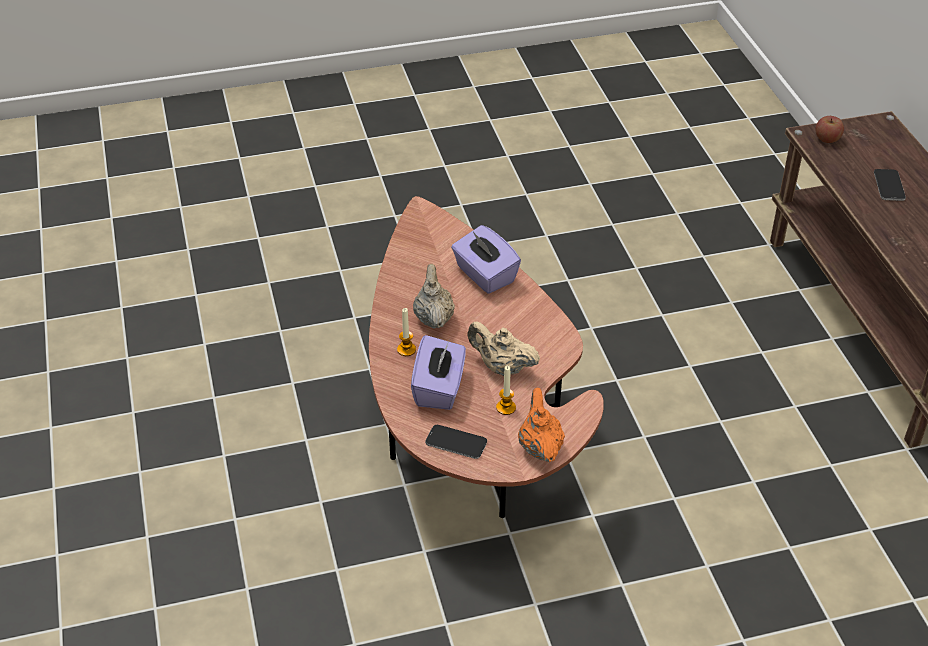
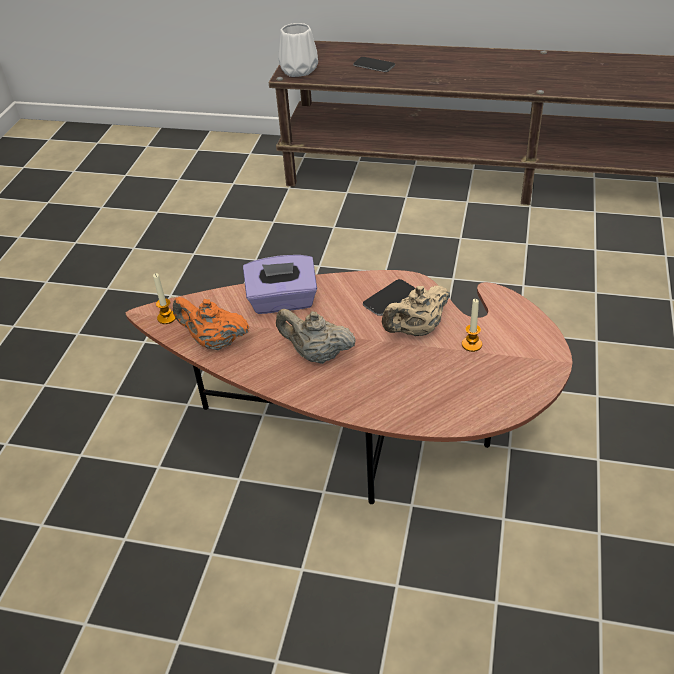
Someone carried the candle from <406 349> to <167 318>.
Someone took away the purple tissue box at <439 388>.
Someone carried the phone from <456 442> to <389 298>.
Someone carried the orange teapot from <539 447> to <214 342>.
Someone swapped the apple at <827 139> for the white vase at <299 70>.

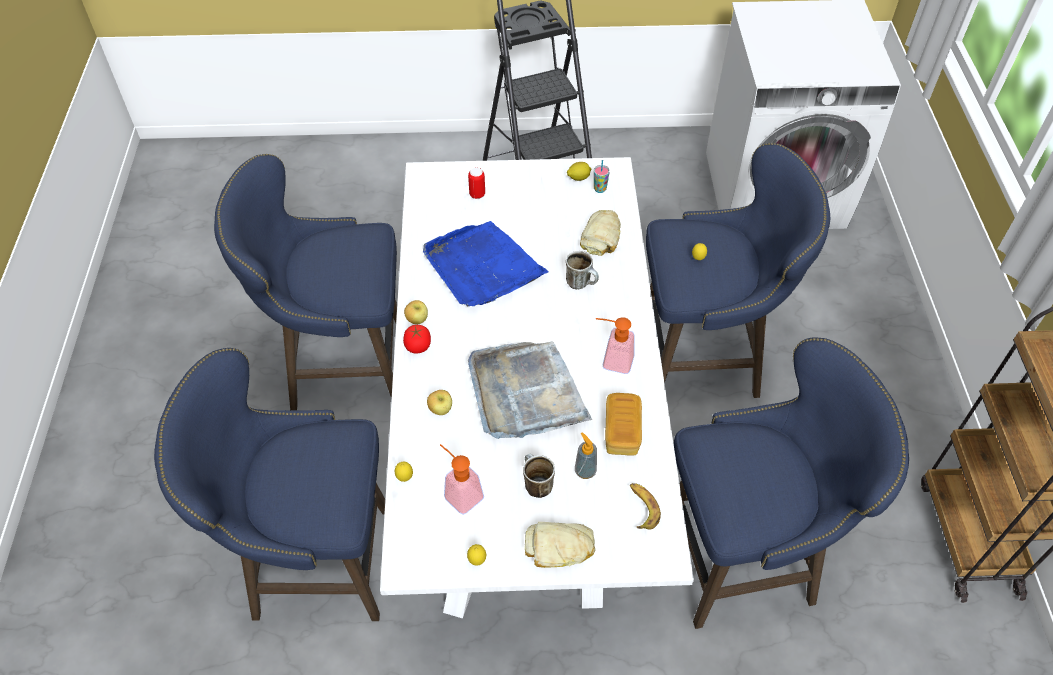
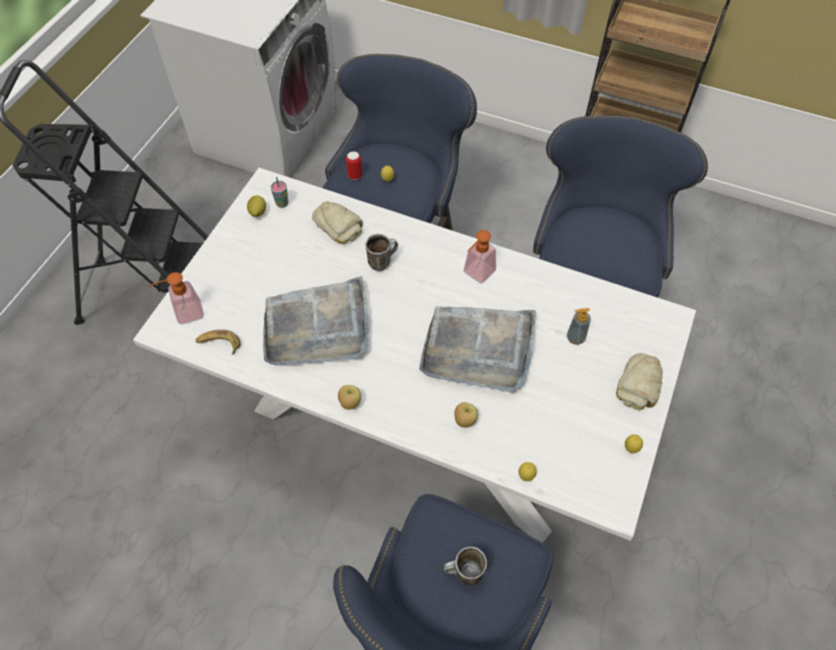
Someone took away the blue stool at <341 365>.
Someone took away the tomato at <418 346>.
Someone repainted the blue tray at <482 267>, which became the grey tray at <317 326>.
Someone carried the soap dispenser from <459 493> to <184 314>.
Someone carried the can from <477 194> to <355 175>.
Someone carried the mug from <535 484> to <464 574>.
Someone took away the bread at <622 432>.
Someone carried the banana from <642 508> to <219 344>.

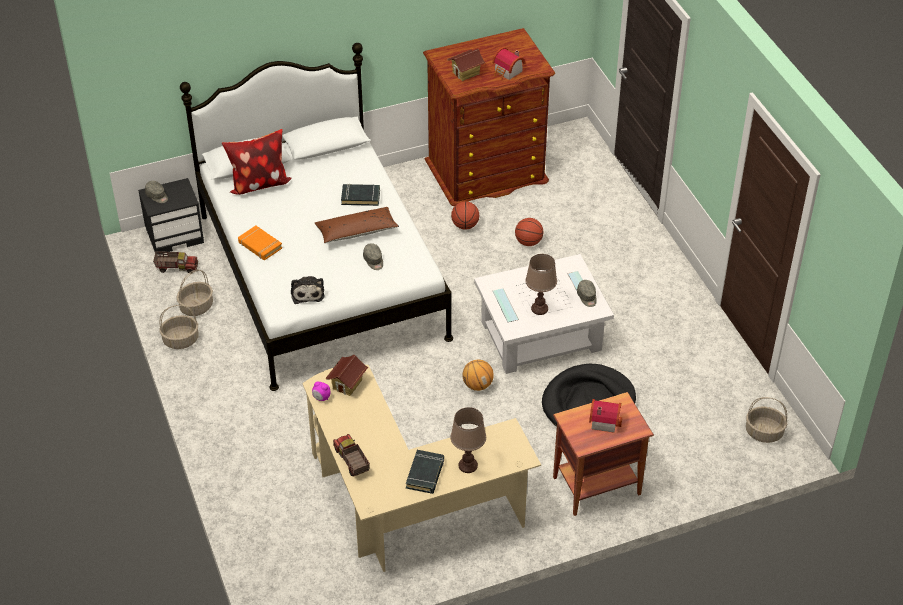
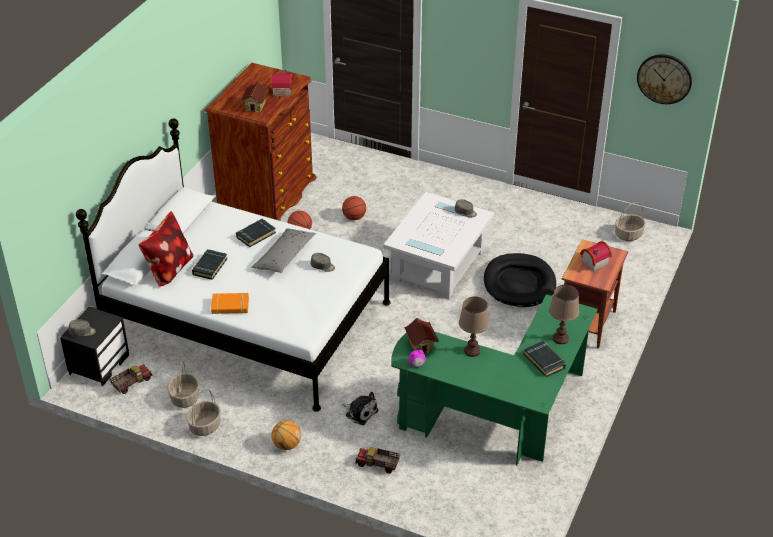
Someone carried the plush toy from <307 292> to <360 412>.
Someone repainted the beige desk at <404 507>, which became the green desk at <500 416>.
Someone repainted the brown pillow at <356 231>, which became the grey pillow at <284 256>.
Someone carried the toy truck from <351 461> to <378 465>.
Someone carried the basketball from <477 385> to <286 445>.
Someone carried the brown table lamp from <539 308> to <472 351>.
Someone put down the black book at <209 266>.
Someone put up the wall clock at <664 78>.

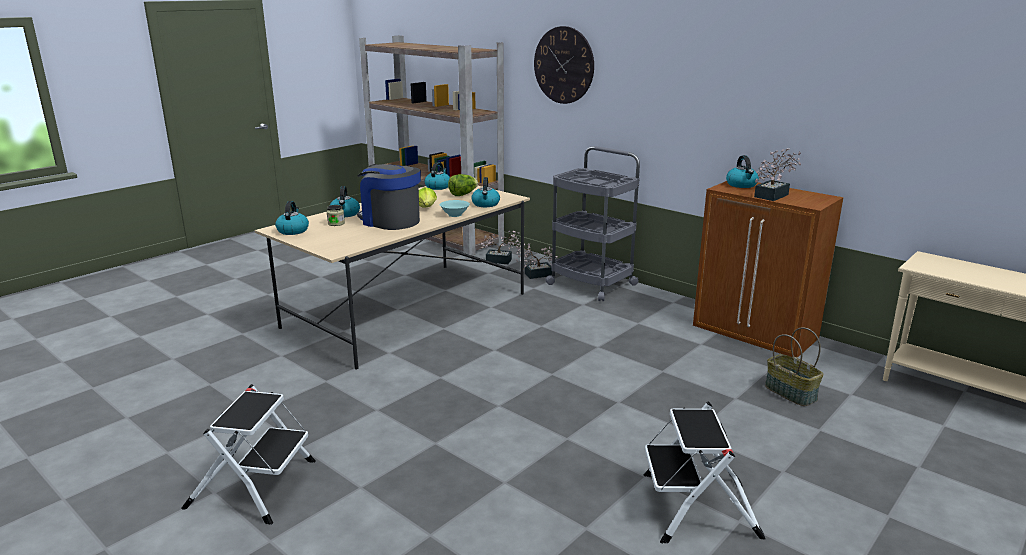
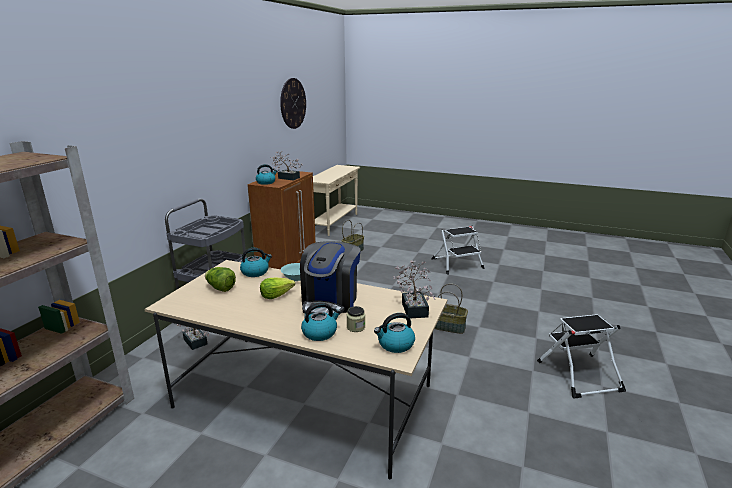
Someone took away the kettle at <438 187>.
Someone carried the potted plant from <501 261> to <414 307>.
Someone carried the wall clock from <563 65> to <293 103>.
Someone put down the basket at <448 327>.

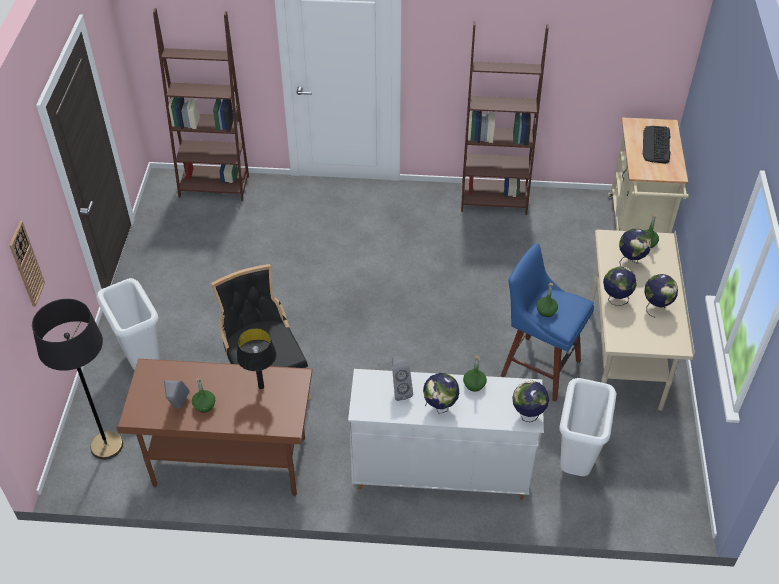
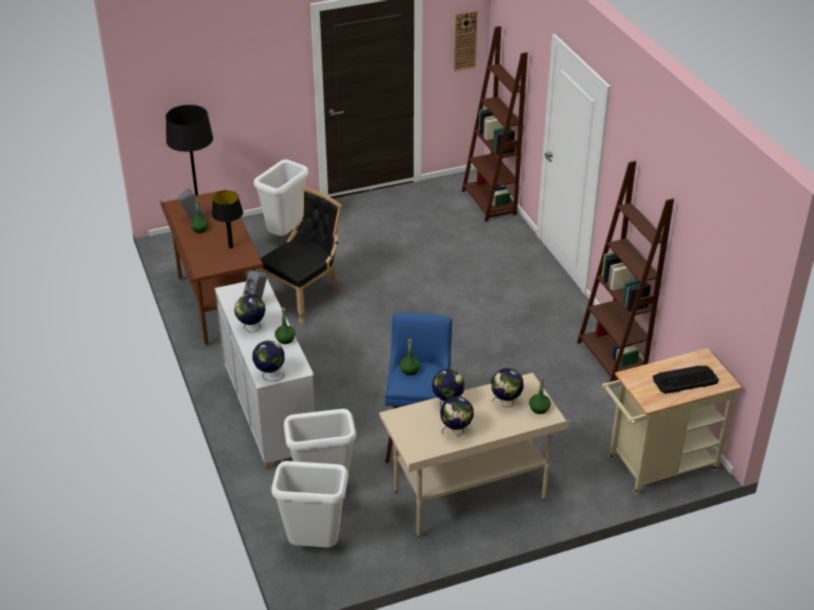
Someone carried the wall clock from <26 264> to <465 40>.
Someone put down the white trash can at <313 546>.

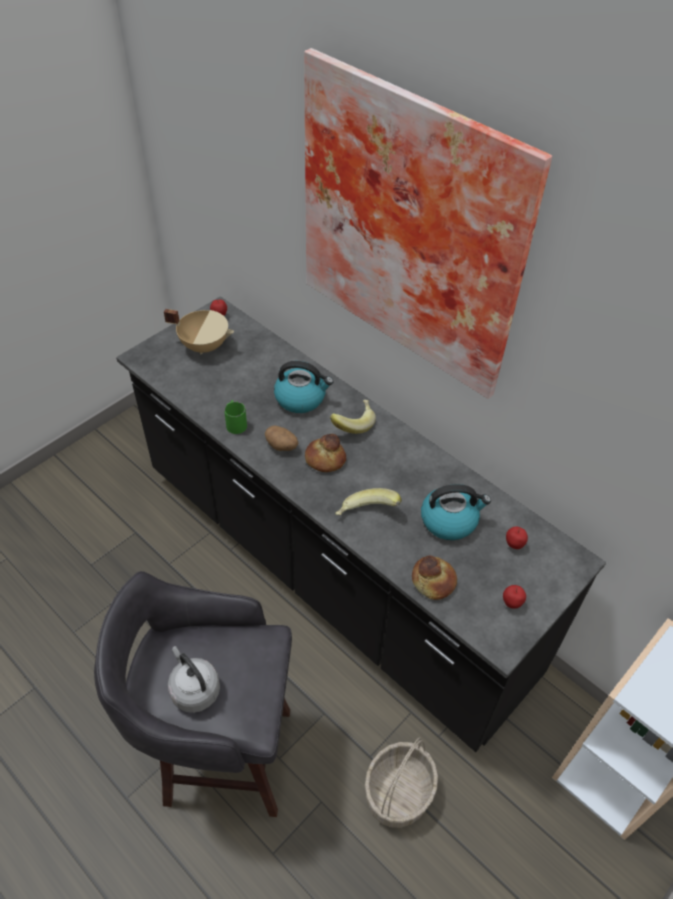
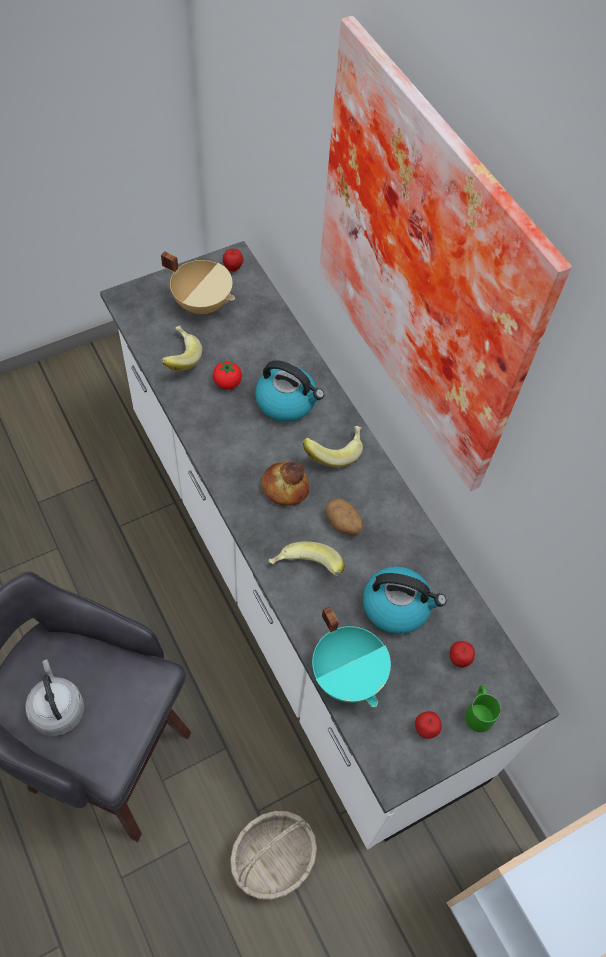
Someone repainted the black counter at <332 570>, which became the white counter at <292 588>.
Someone carried the green mug from <235 422> to <478 711>.
Someone carried the potato from <282 446> to <343 524>.
Someone swapped the bread at <433 581> for the turquoise cooking pot at <348 674>.
Someone put down the banana at <178 358>.
Someone put down the tomato at <227 383>.

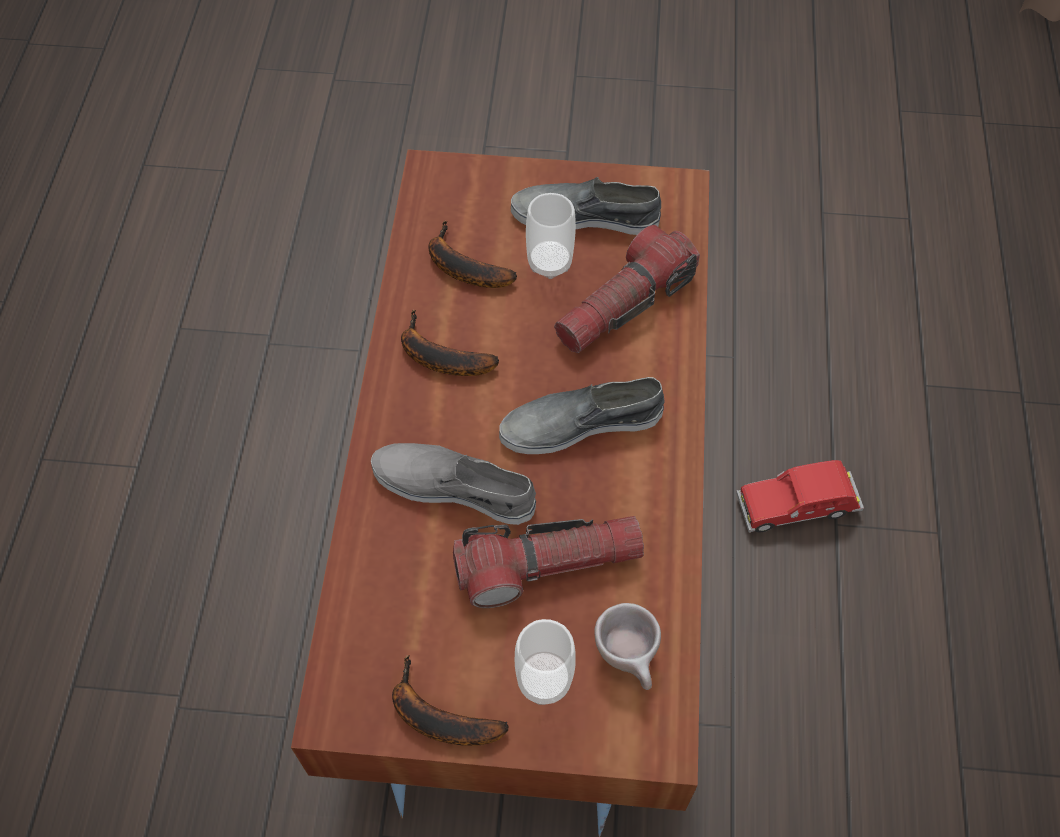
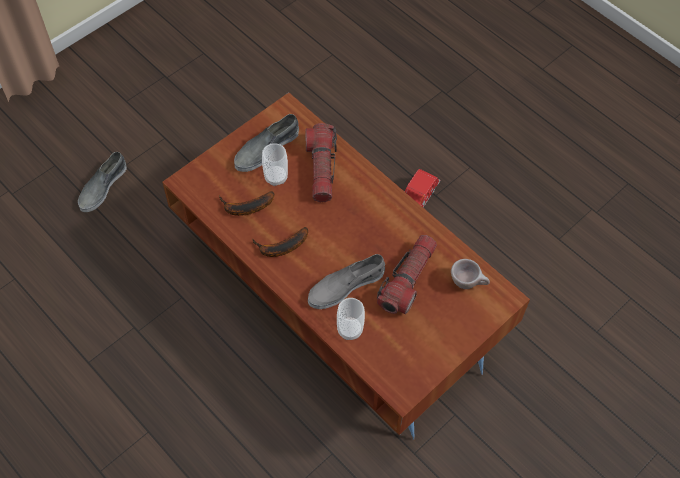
Someone took away the banana at <437 716>.
Someone carried the grey shoe from <580 423> to <102 187>.
Someone carried the cup from <544 680> to <350 330>.

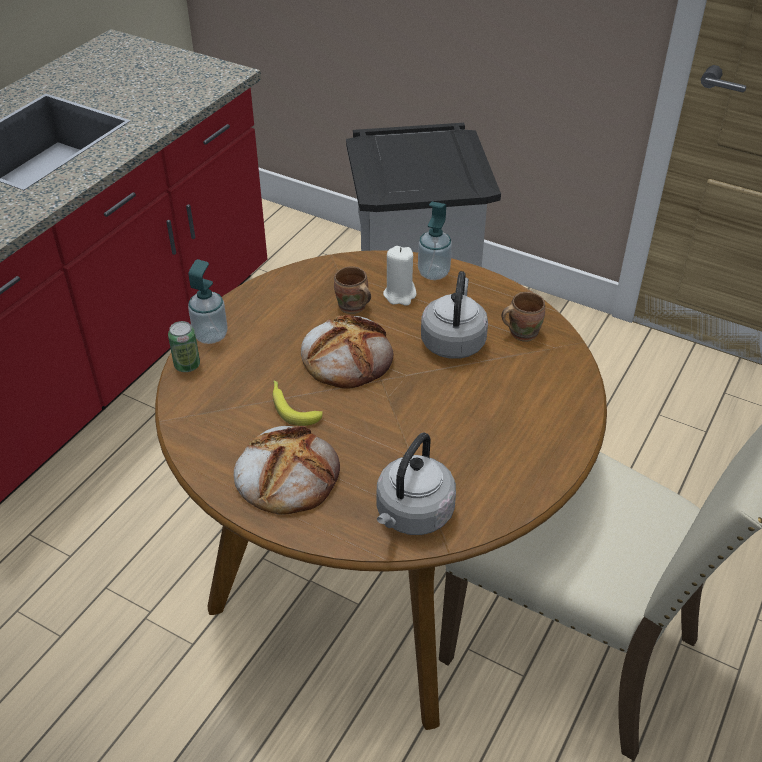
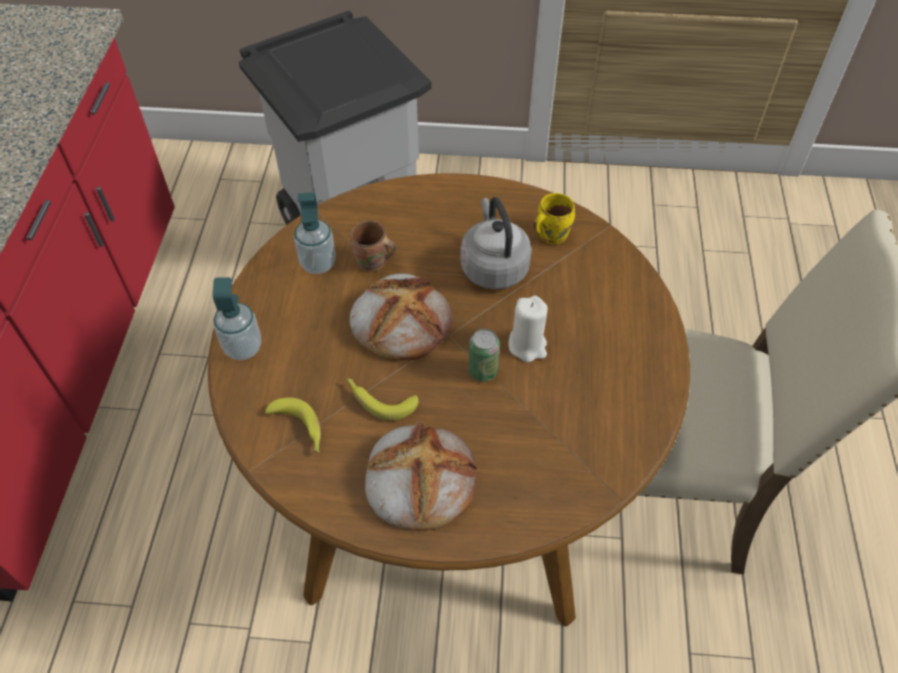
Someone carried the can from <187 365> to <483 371>.
Someone took away the grey kettle at <412 515>.
Someone carried the white candle from <400 295> to <527 345>.
Someone carried the soap dispenser from <433 273> to <318 263>.
Someone repainted the brown mug at <521 332>, which became the yellow mug at <550 234>.
Someone put down the banana at <300 430>.

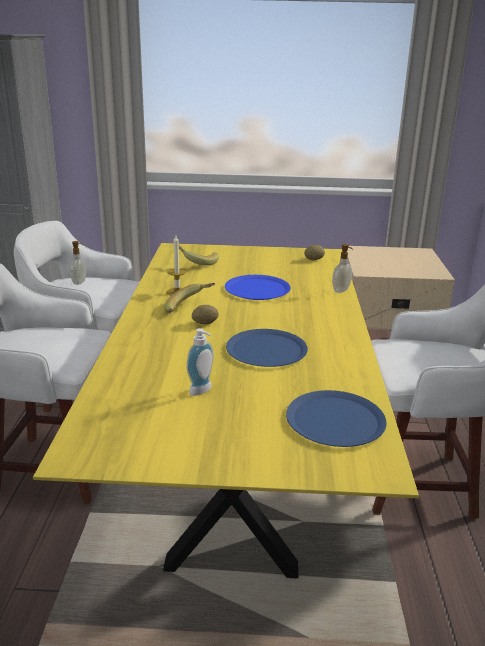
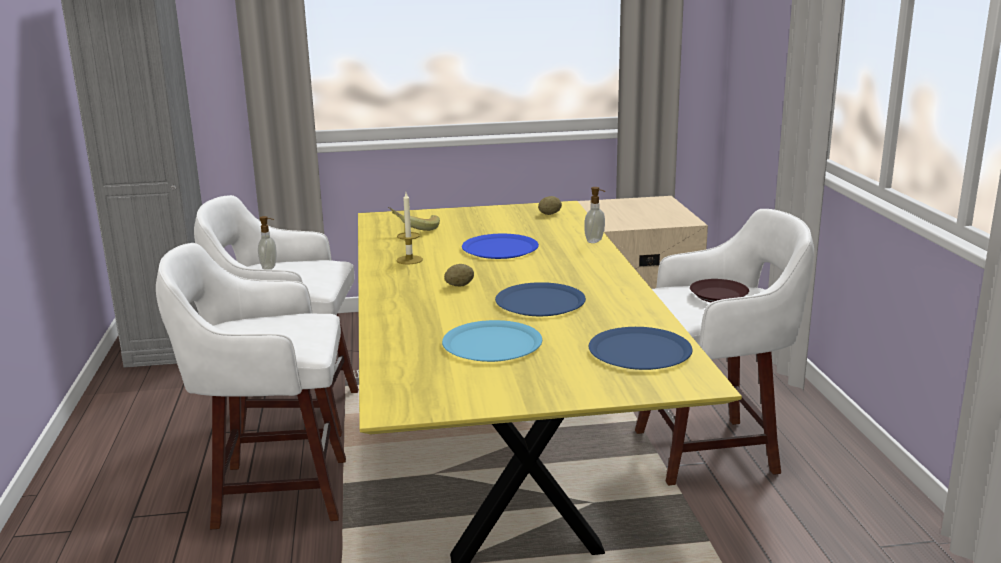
Someone took away the banana at <190 308>.
Someone swapped the soap dispenser at <202 391> for the blue plate at <492 343>.
Someone put down the brown plate at <719 296>.

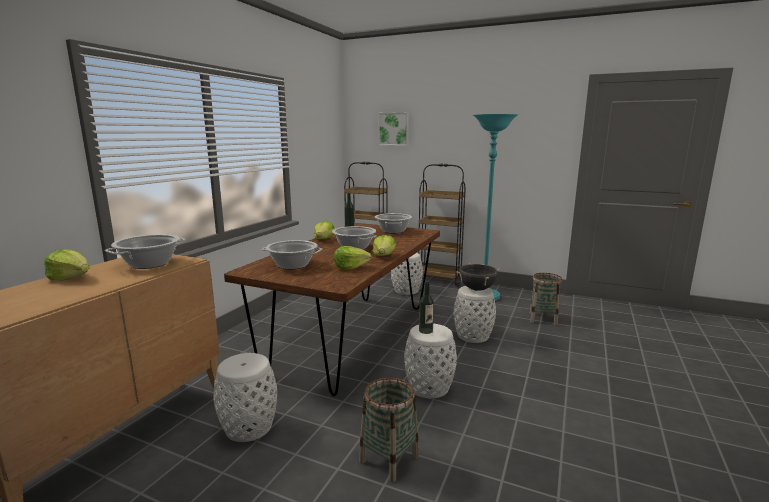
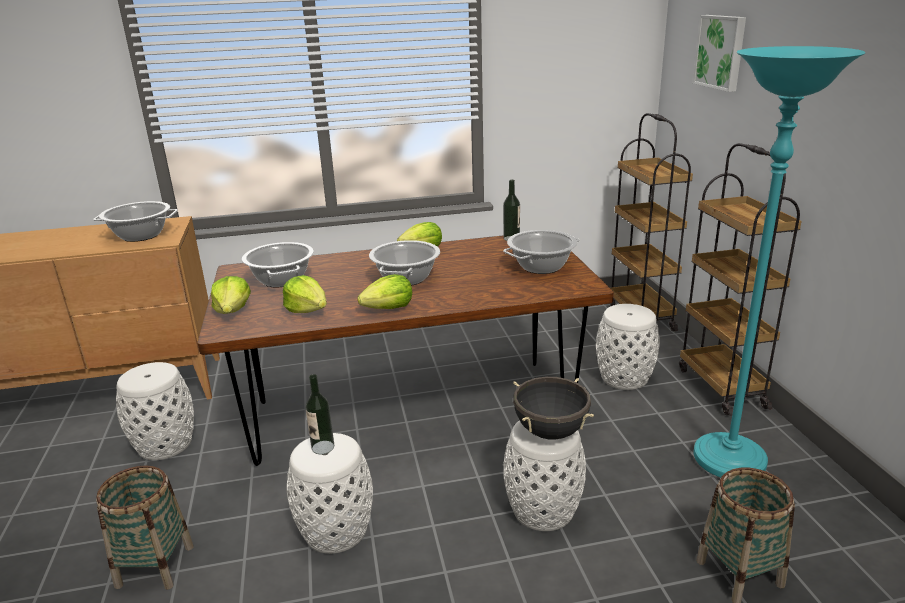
Someone carried the lettuce from <71 278> to <233 310>.

